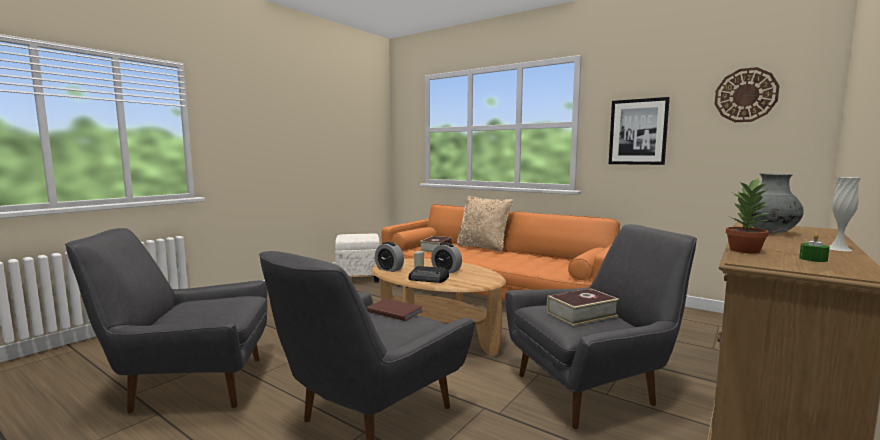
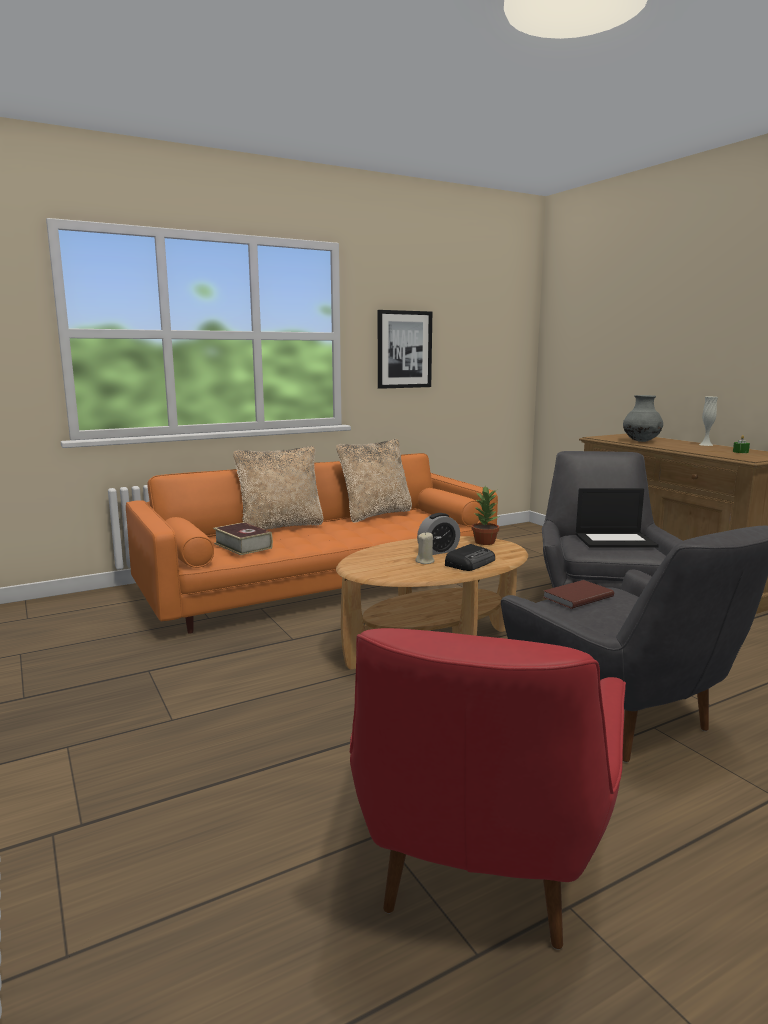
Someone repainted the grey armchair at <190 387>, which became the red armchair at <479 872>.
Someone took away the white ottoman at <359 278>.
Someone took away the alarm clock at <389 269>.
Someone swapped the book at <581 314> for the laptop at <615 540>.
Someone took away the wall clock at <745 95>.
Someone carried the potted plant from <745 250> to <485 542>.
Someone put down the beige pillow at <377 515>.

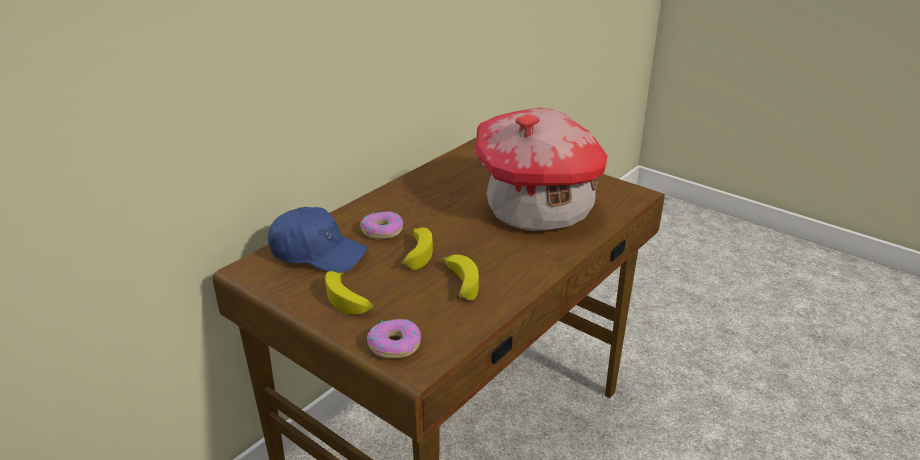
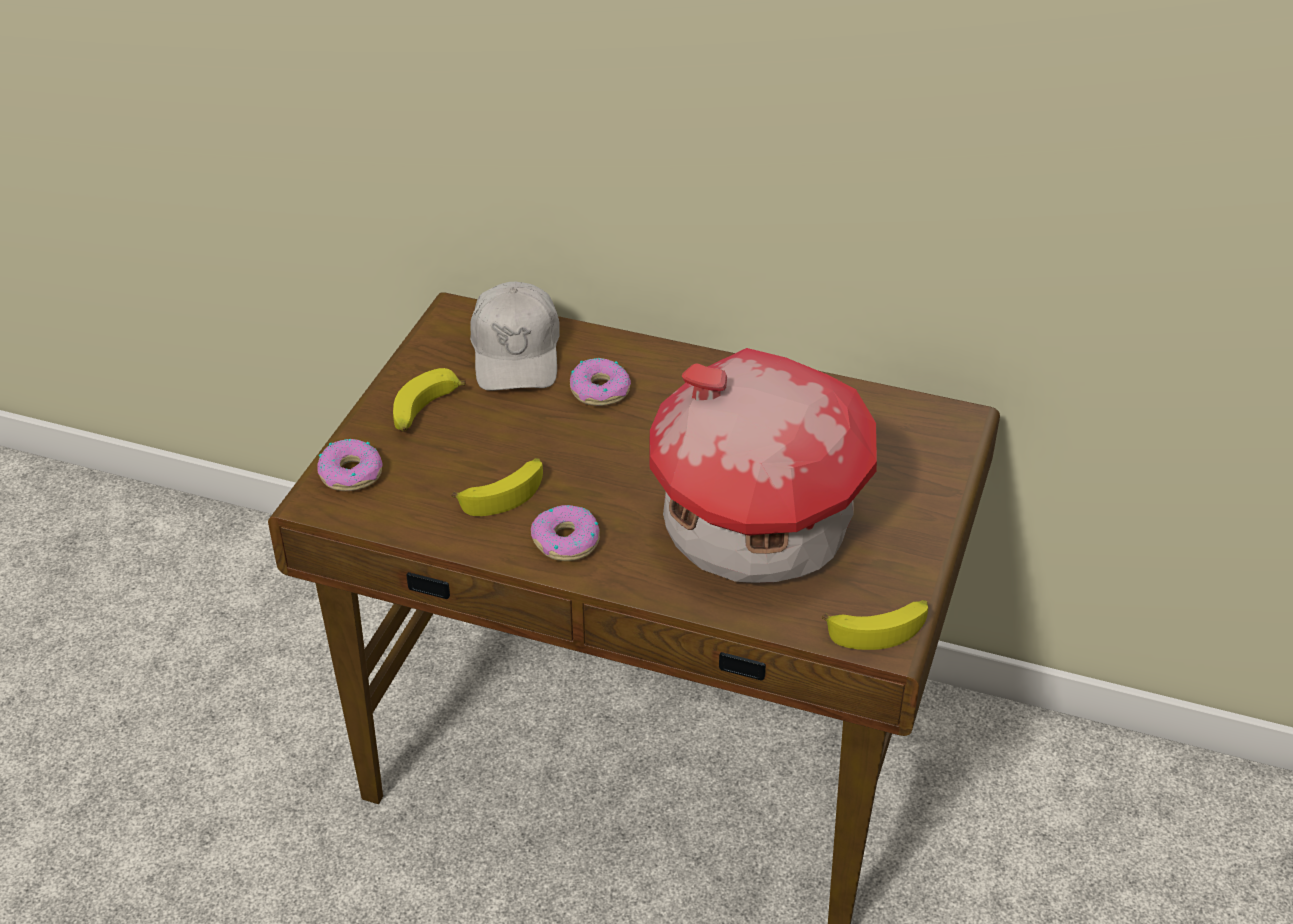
Someone repainted the blue cap at <317 253>, which became the white cap at <516 353>.
Someone carried the banana from <416 253> to <879 629>.
Someone put down the donut at <566 541>.

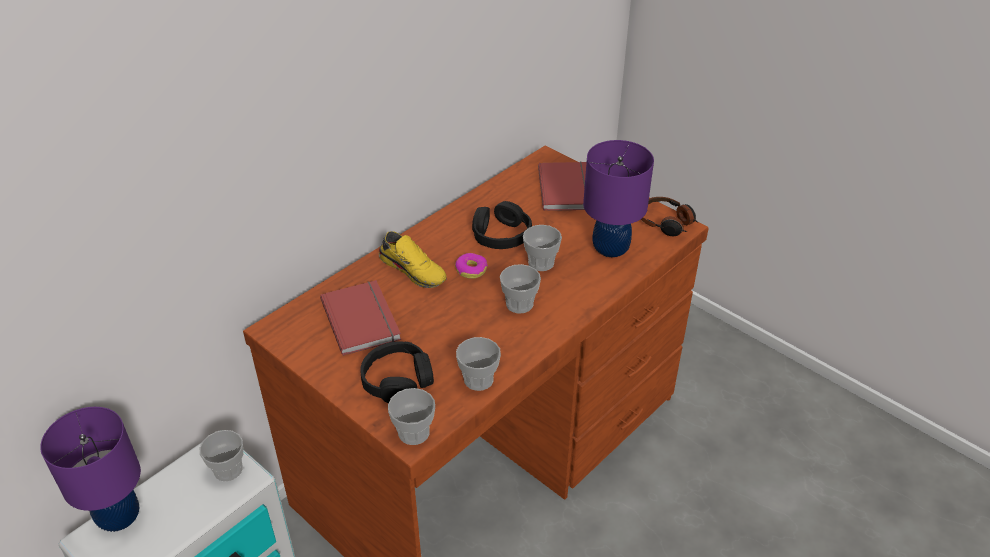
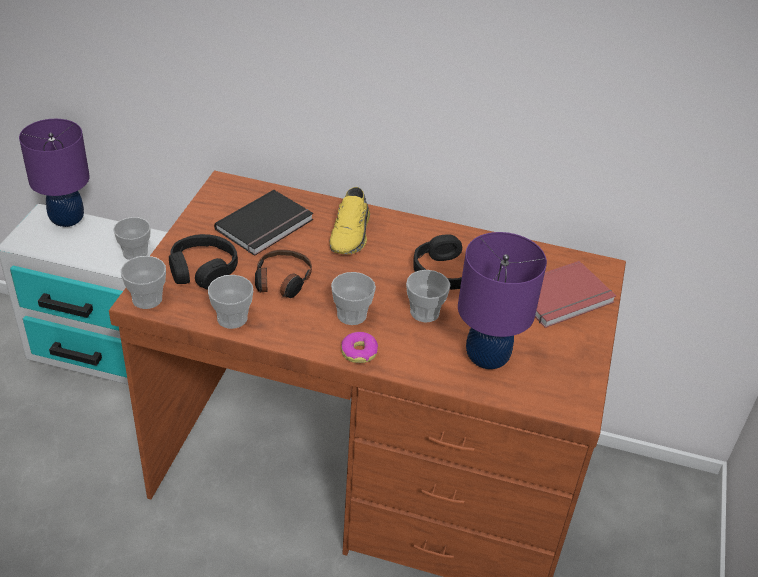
Someone repainted the red book at <363 319>, which became the black book at <266 226>.
Someone carried the donut from <471 270> to <359 352>.
Someone carried the headphones from <666 223> to <282 281>.

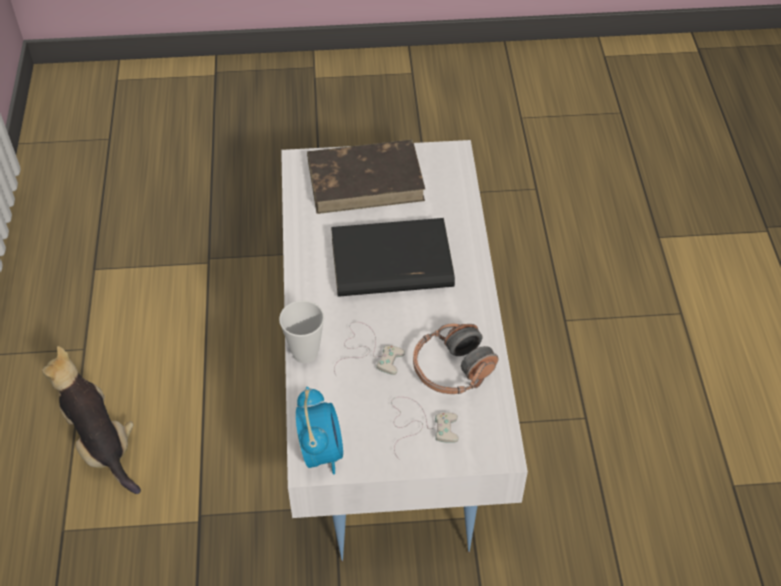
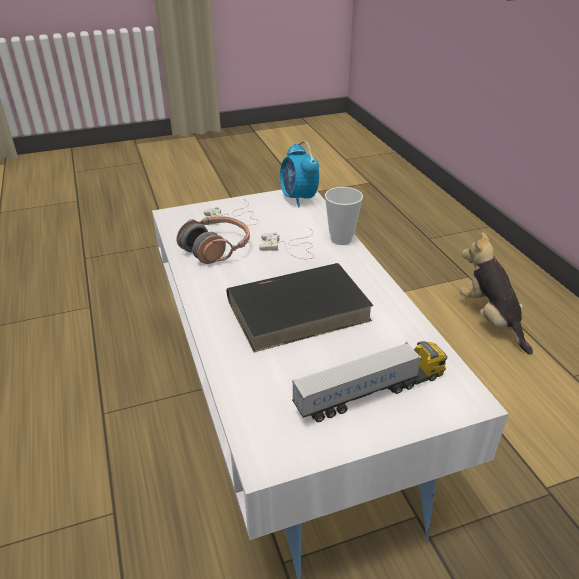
Someone rotated the plush toy at <101 443> by 150 degrees counterclockwise.
Someone swapped the brown book at <366 180> for the toy truck at <370 393>.

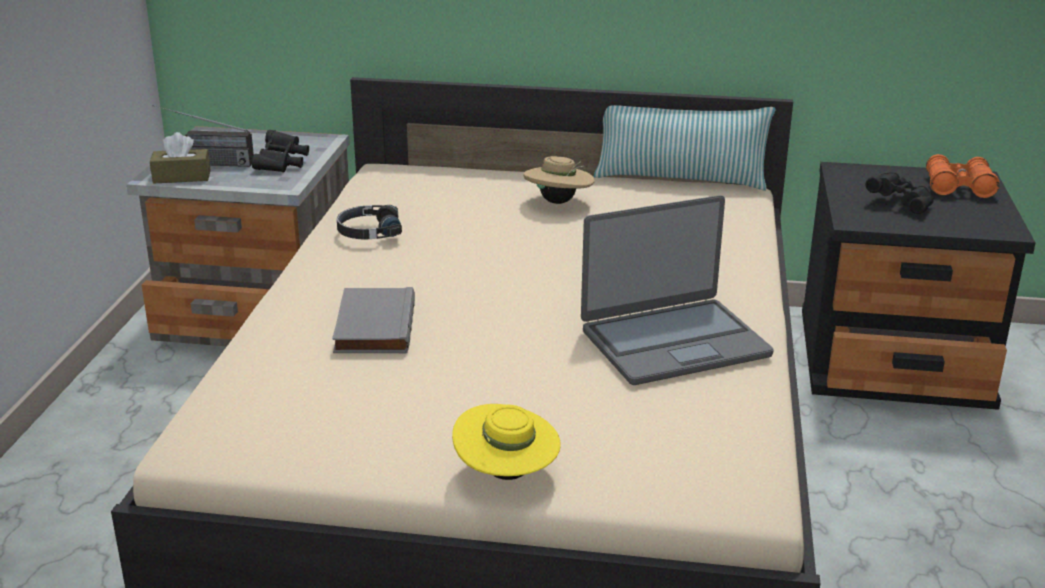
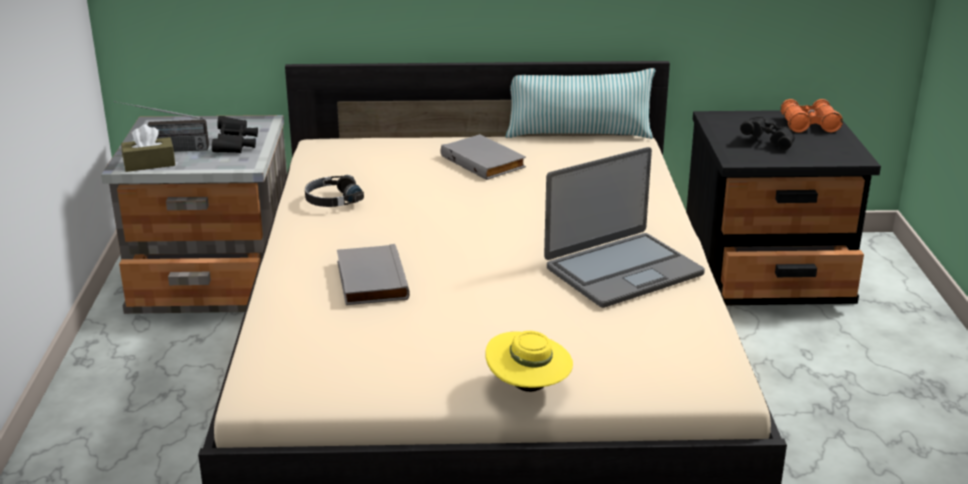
Someone swapped the beige hat at <558 202> for the grey book at <484 161>.

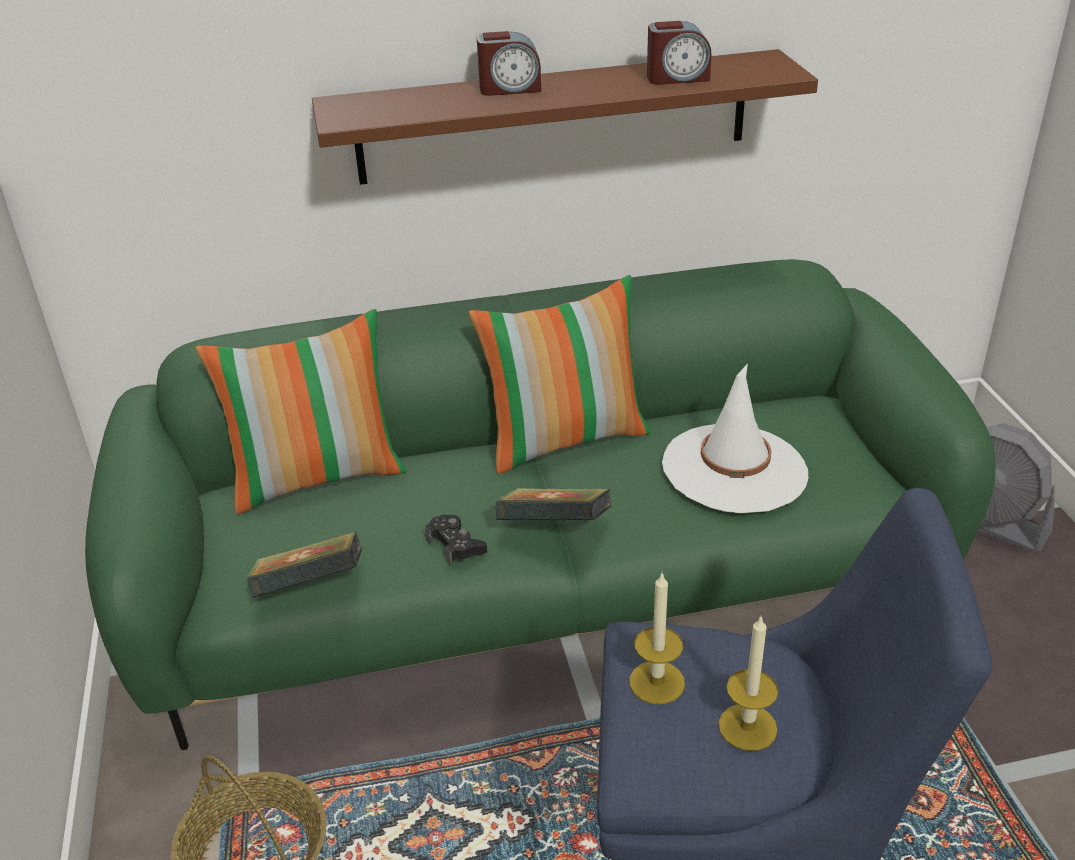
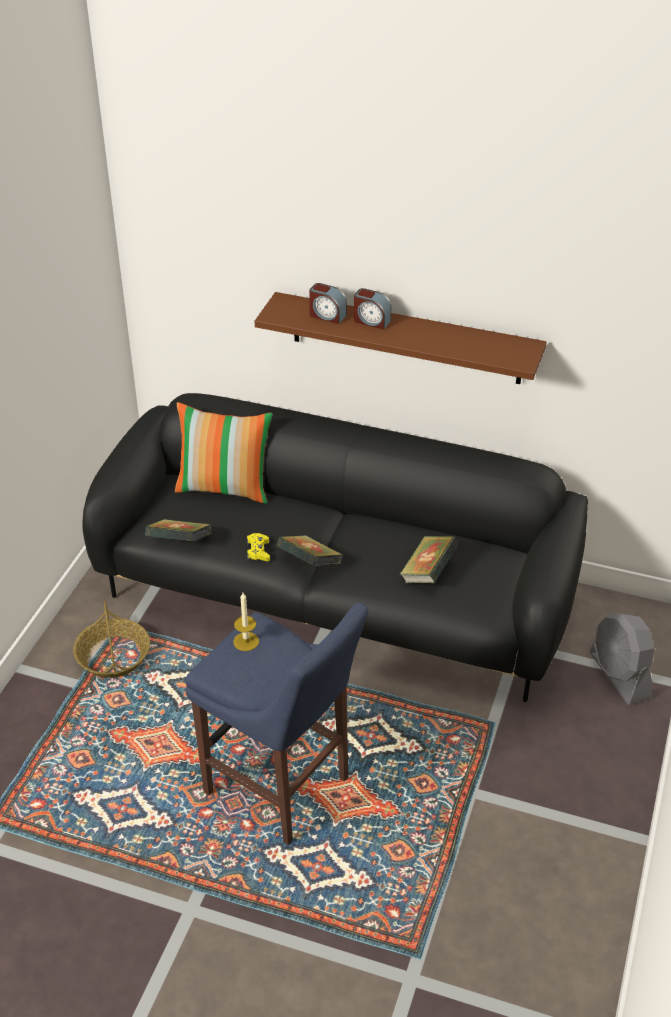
Someone repainted the green sofa at <544 585>, which became the black sofa at <335 596>.
Someone repainted the black game controller at <456 545>, which became the yellow game controller at <258 551>.
Someone took away the pillow at <565 439>.
Someone carried the alarm clock from <677 78> to <327 315>.
Someone swapped the white hat at <734 469> for the book at <428 573>.
Someone took away the candle at <747 727>.

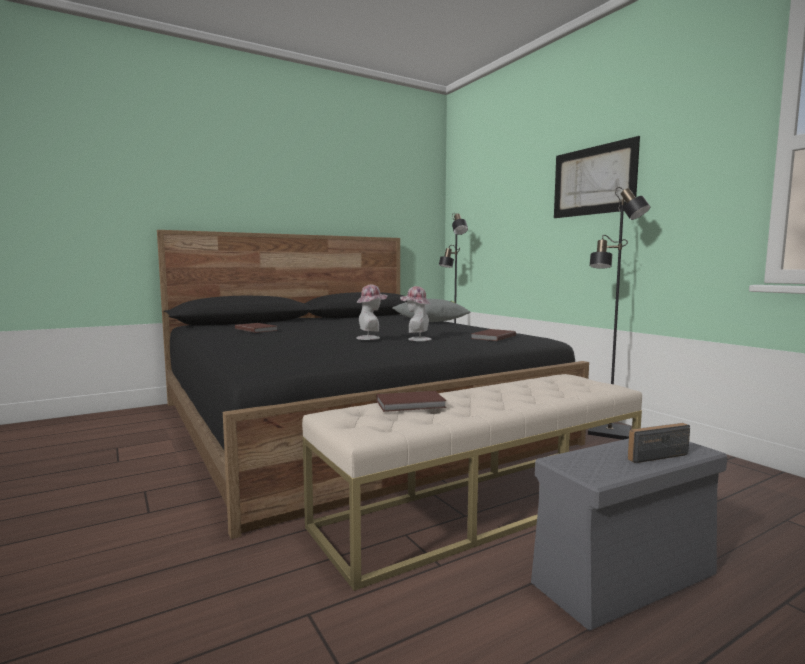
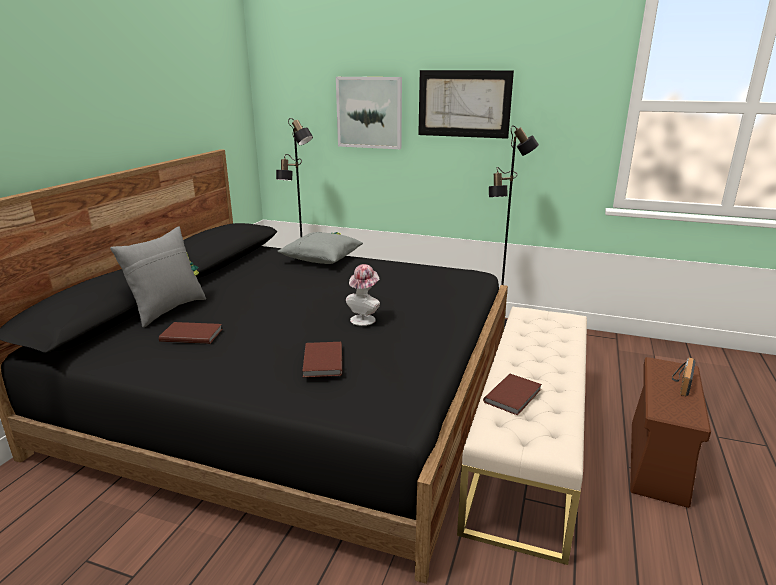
Someone took away the hat at <416 339>.
Someone carried the brown book from <492 337> to <321 362>.
Someone repainted the grey storage box at <623 580>, which became the brown storage box at <658 462>.
Someone put down the grey pillow at <168 310>.
Someone put up the picture at <369 112>.

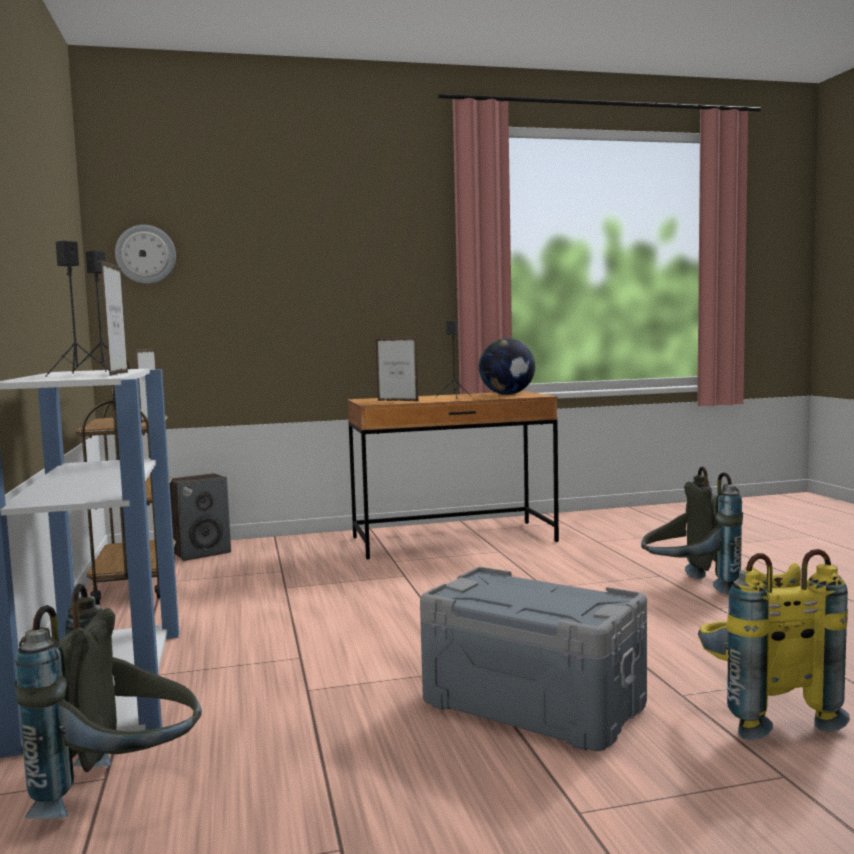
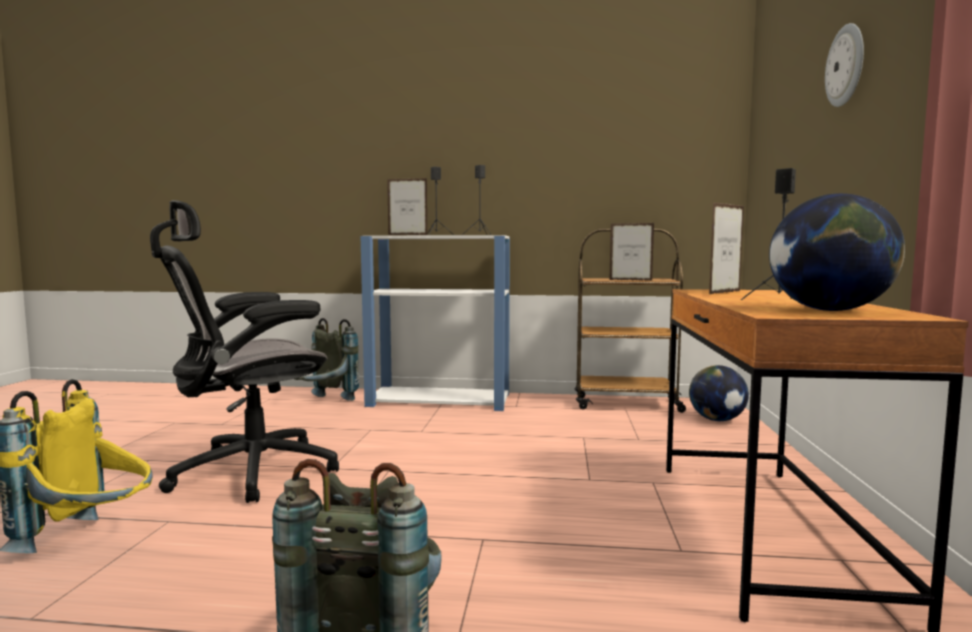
Someone carried the wall clock from <145 254> to <846 66>.
Someone swapped the speaker at <201 553> for the globe at <717 420>.
Someone swapped the grey storage box at <532 705> for the office chair at <253 473>.

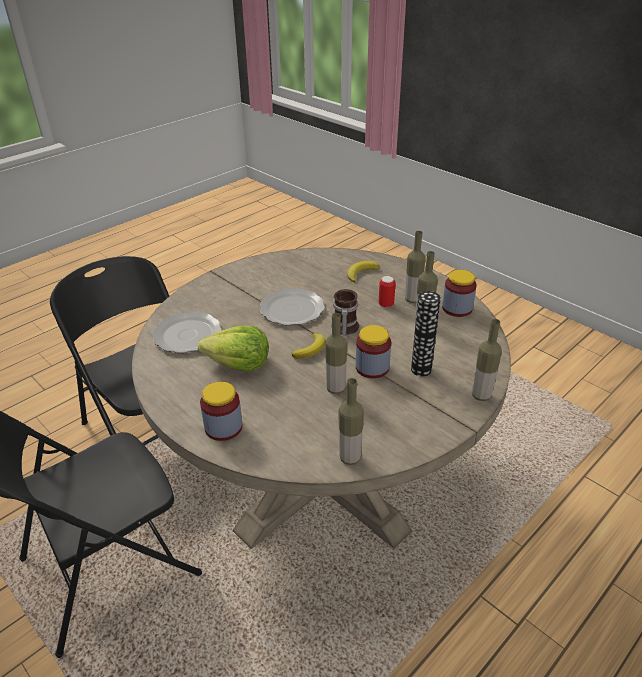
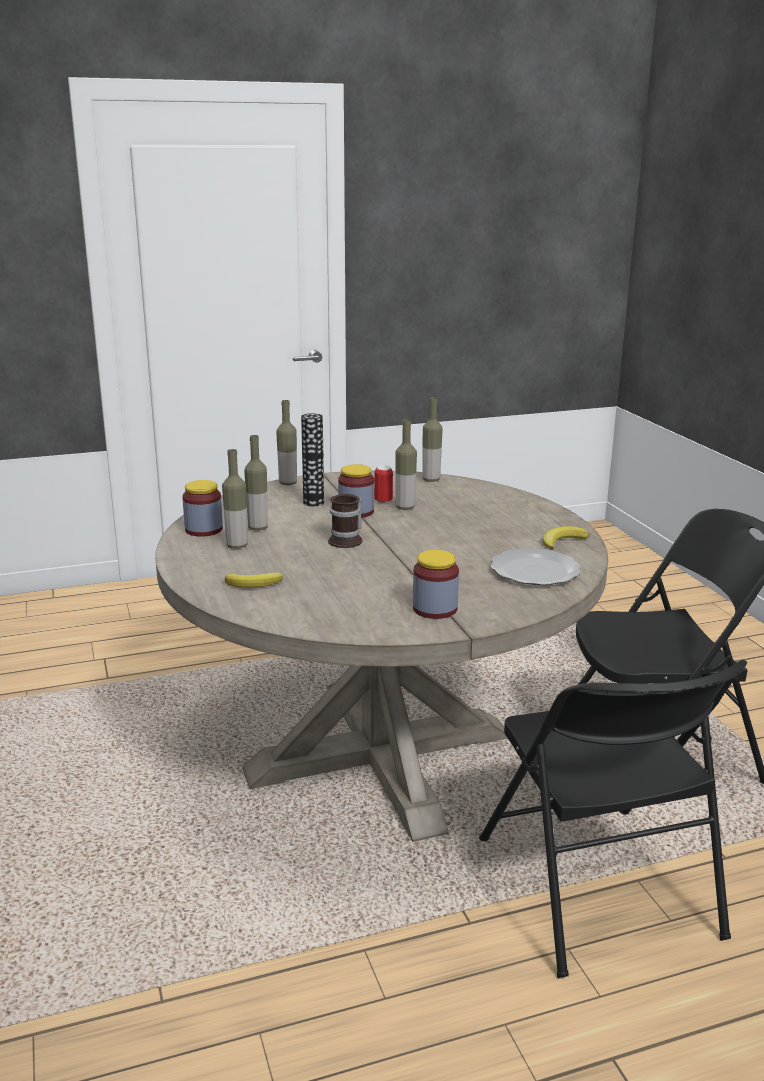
Someone took away the lettuce at <239 364>.
Someone carried the jar from <223 427> to <435 609>.
Someone took away the plate at <291 309>.
Someone carried the banana from <311 349> to <562 541>.
Someone carried the can from <386 304> to <383 501>.

